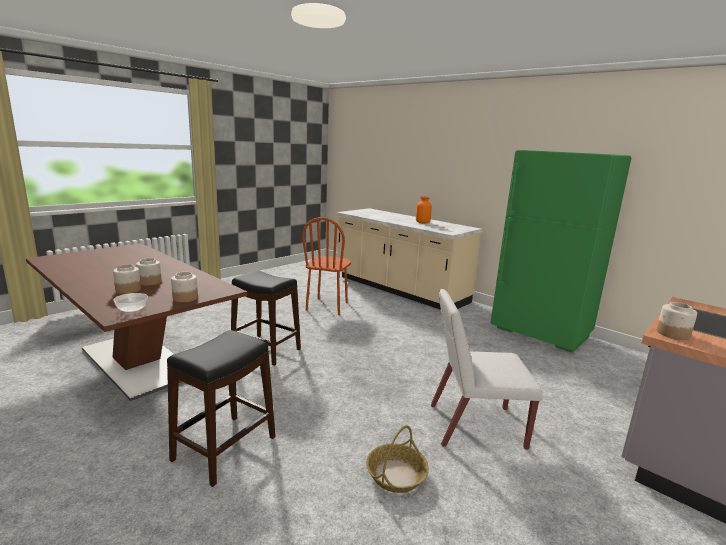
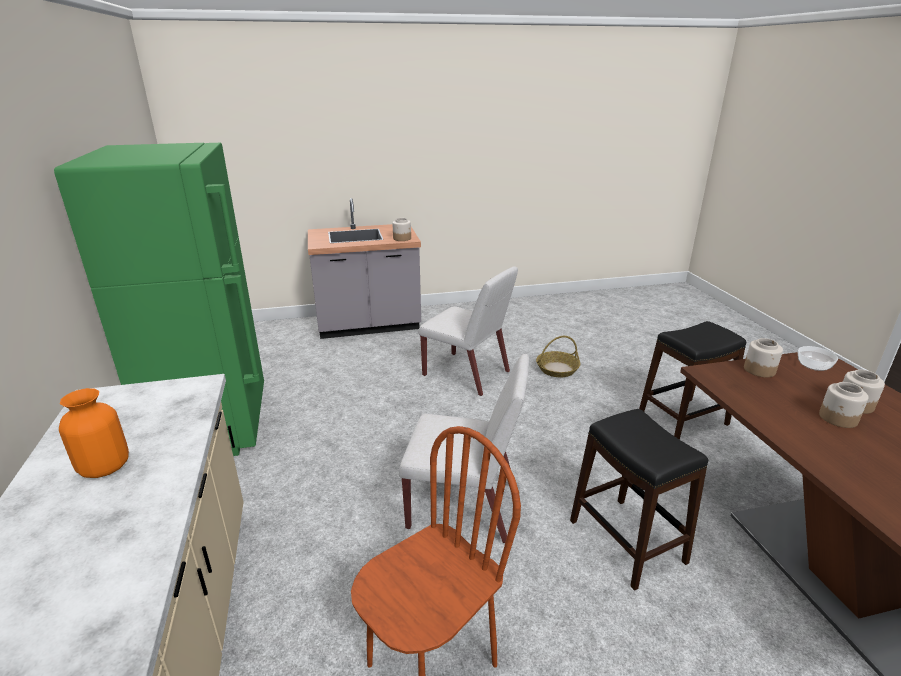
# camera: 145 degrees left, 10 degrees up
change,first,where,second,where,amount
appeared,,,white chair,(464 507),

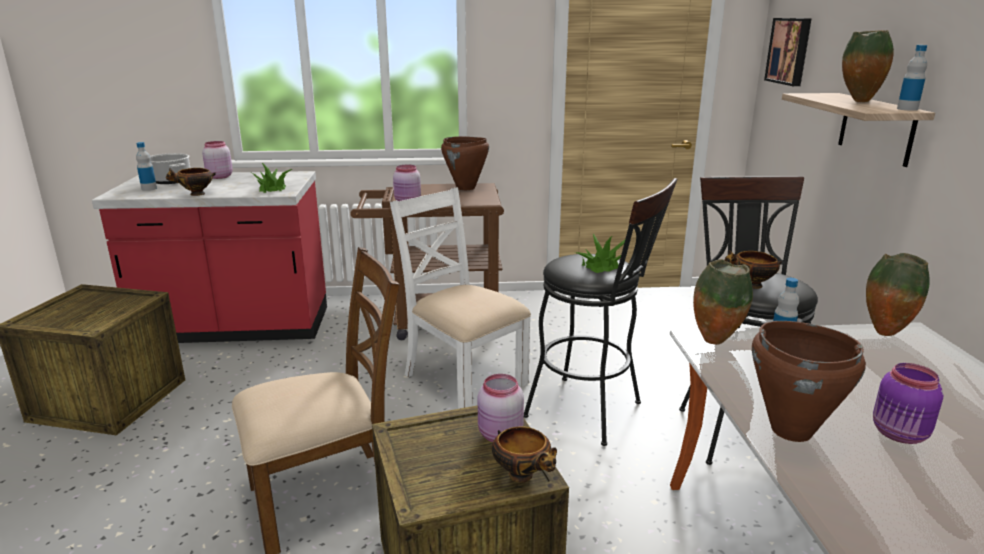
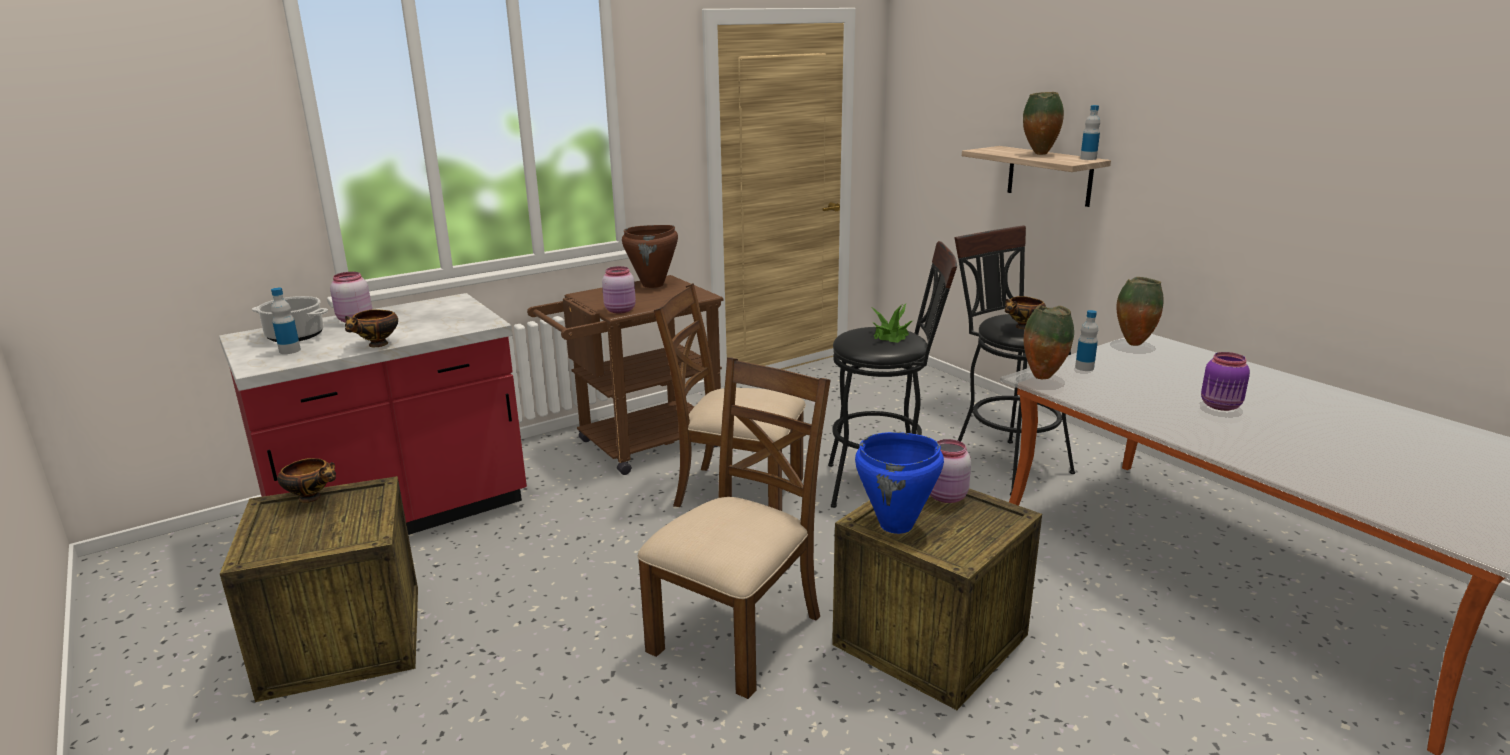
# camera: 30 degrees left, 0 degrees up
change,first,where,second,where,amount
missing,houseplant,(272 188),,,
colour,white chair,(463 379),brown chair,(737 492),
relocated,deep dish,(523 476),,(312 498),
missing,brown stockpot,(790 430),,,
missing,wall art,(790 51),,,
appeared,,,blue stockpot,(896 525),

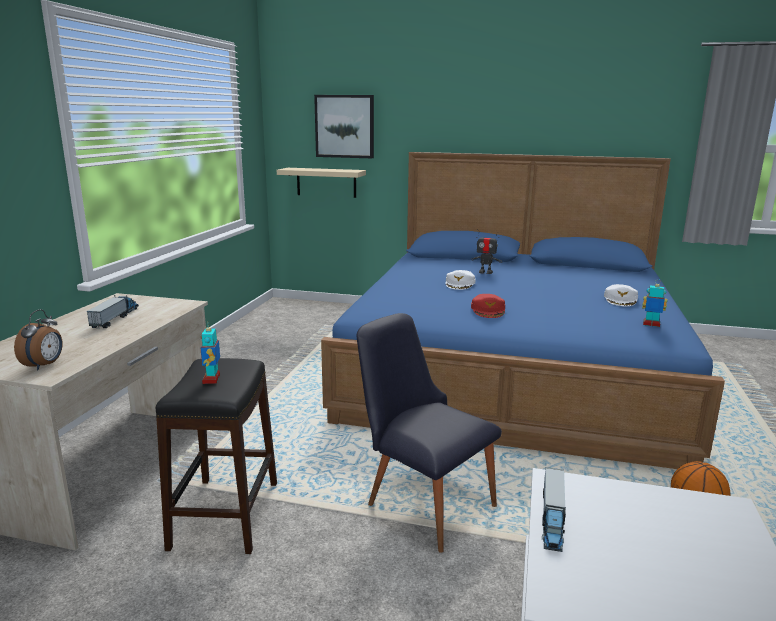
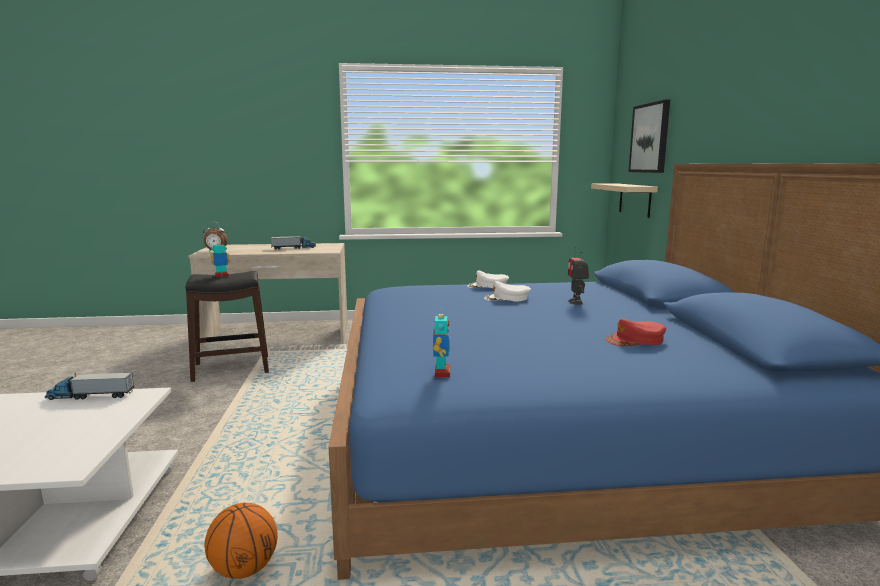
# camera: 70 degrees right, 5 degrees down
change,first,where,second,where,amount
missing,black chair,(422 500),,,
relocated,red-coloured baseball cap,(488 310),,(635 340),
relocated,white baseball cap,(621 300),,(488 286),

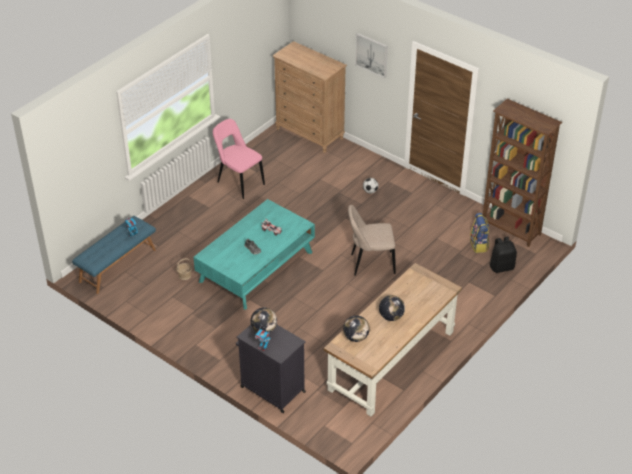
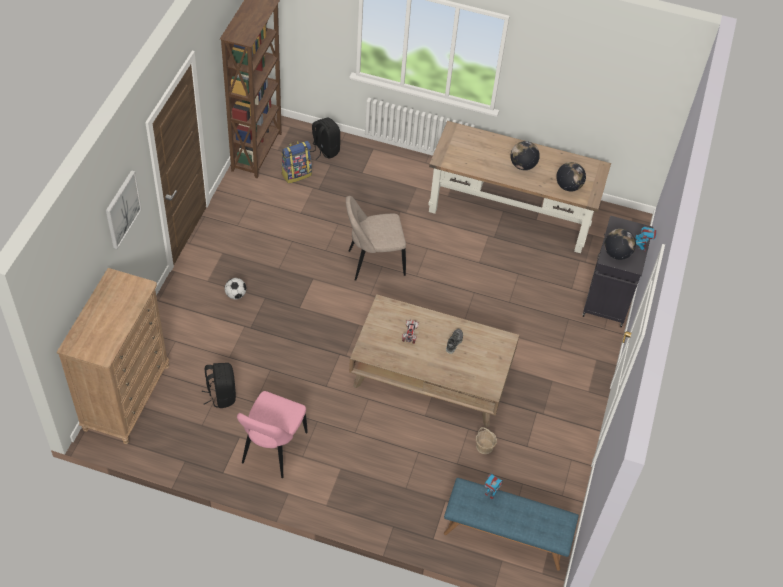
# camera: 115 degrees left, 10 degrees up
change,first,where,second,where,amount
colour,blue-green low table,(256 266),brown low table,(431 374),
spun,beige chair,(370 264),,(373 263),105 degrees clockwise
appeared,,,black knapsack,(221 395),

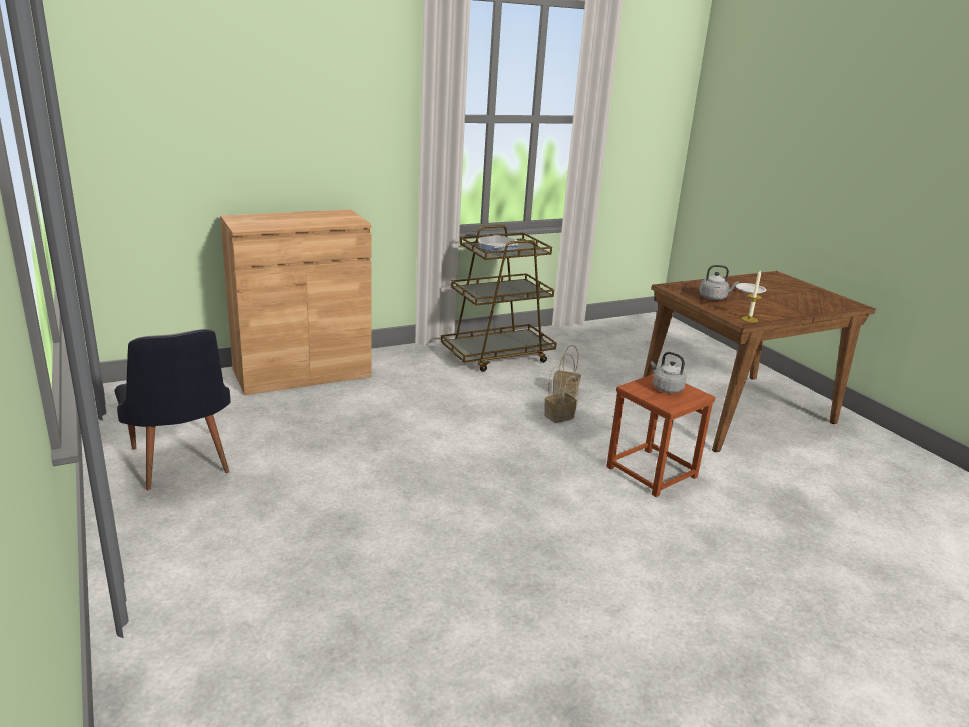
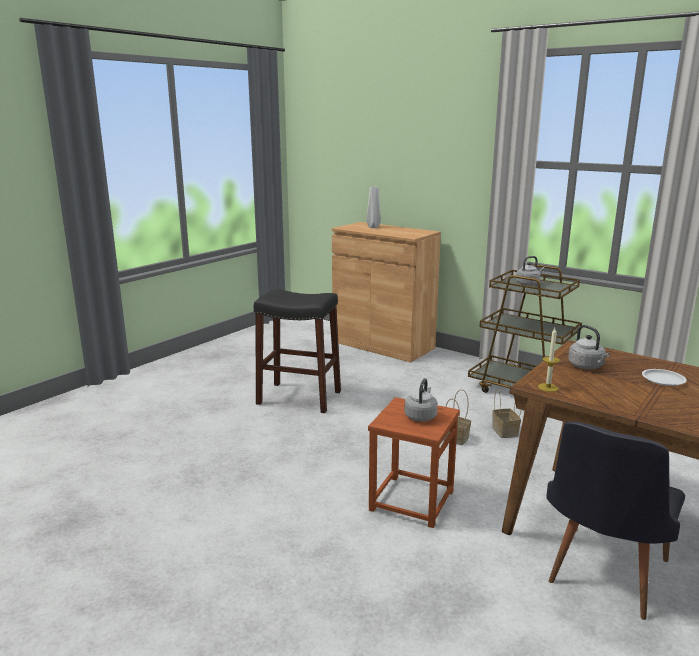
# camera: 65 degrees right, 5 degrees down
change,first,where,second,where,amount
relocated,black chair,(181 466),,(602 577),
exchanged,frying pan,(497 247),greyish water kettle,(528 284),
appeared,,,black stool seat,(299 397),
appeared,,,greyish decorative vase,(373 227),

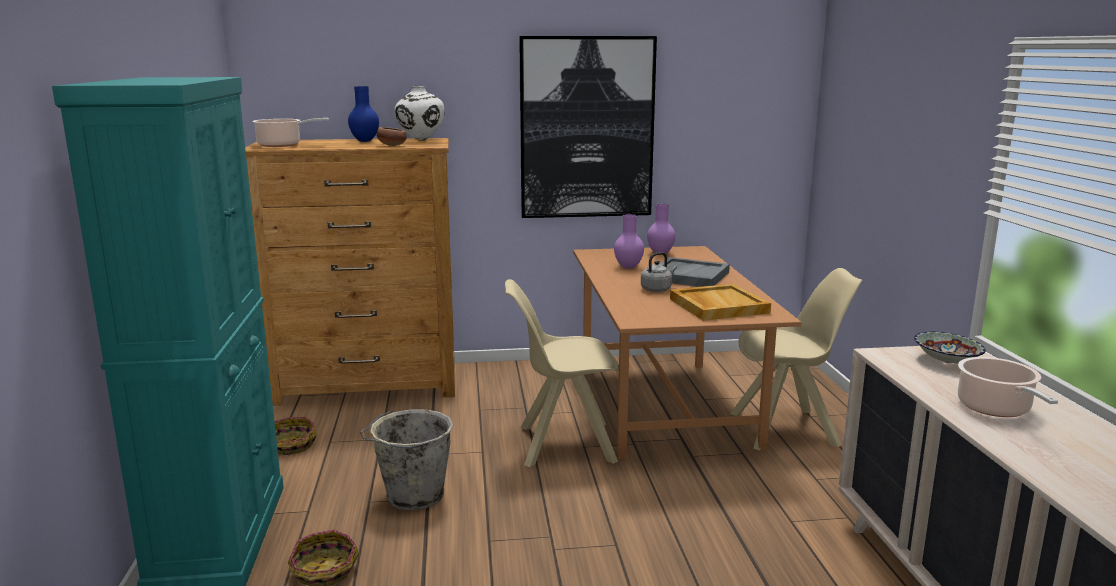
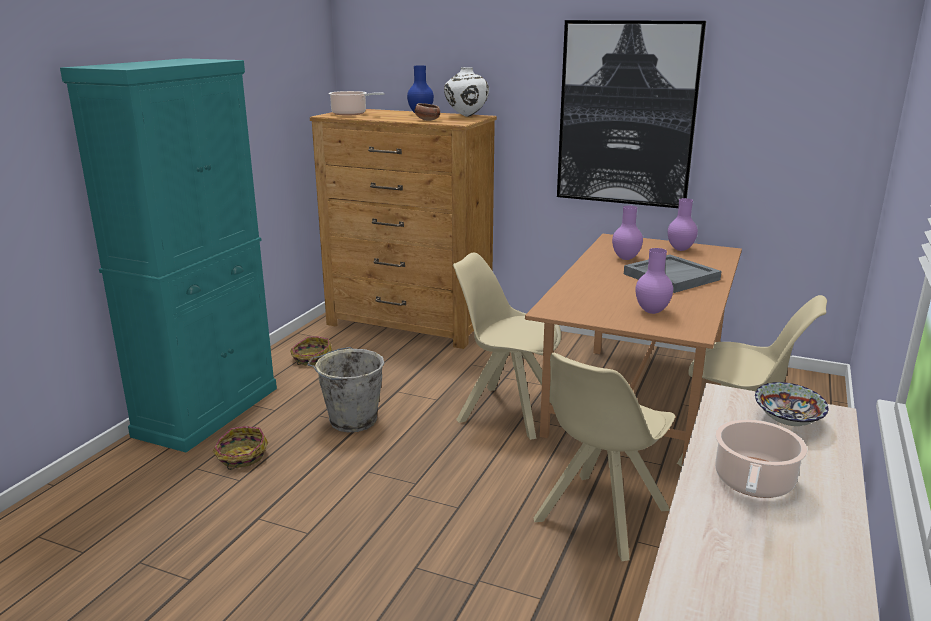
# camera: 30 degrees right, 5 degrees up
change,first,where,second,where,amount
missing,greyish water kettle,(657 289),,,
exchanged,beige carrying tray,(717 305),purple decorative vase,(651 311),
appeared,,,beige chair,(599 517),

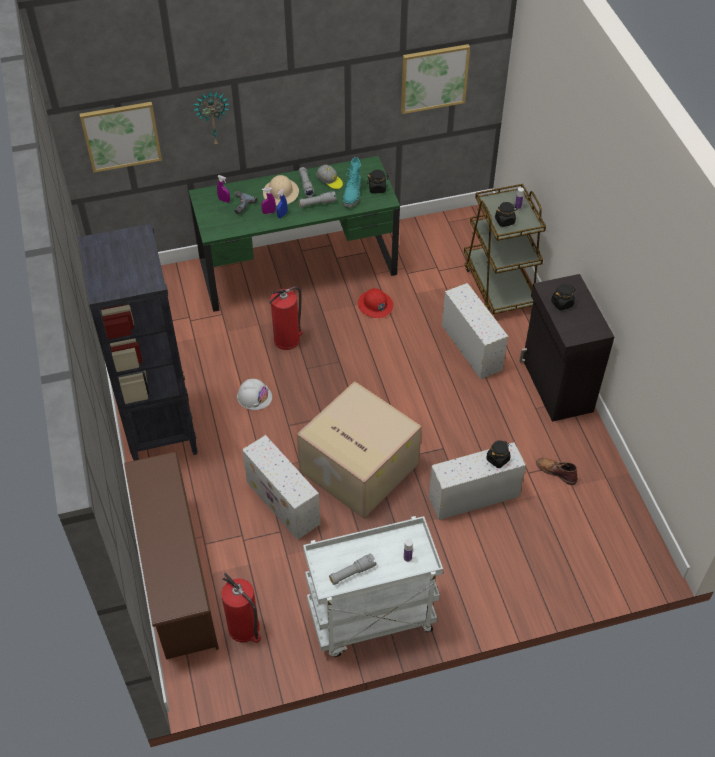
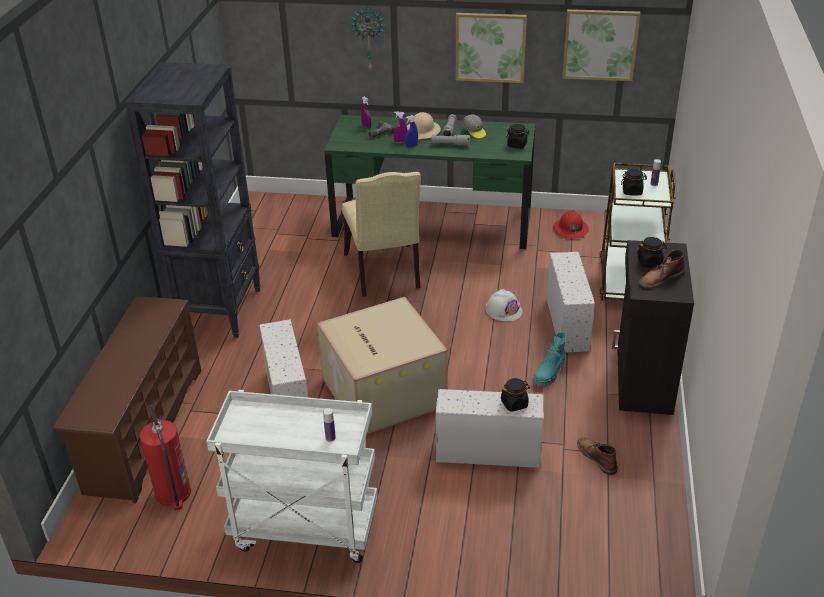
# camera: 25 degrees right, 15 degrees down
change,first,where,second,where,amount
relocated,wall art,(121 136),,(490 47),
relocated,white work helmet,(254 396),,(504 310),
exchanged,fire extinguisher,(287 339),beige chair,(385 273),
missing,greyish torch,(352 573),,,
relocated,blue-green boot,(353 195),,(549 374),
relocated,red-coloured work helmet,(375 305),,(570 229),
appeared,,,brown boot,(660 278),

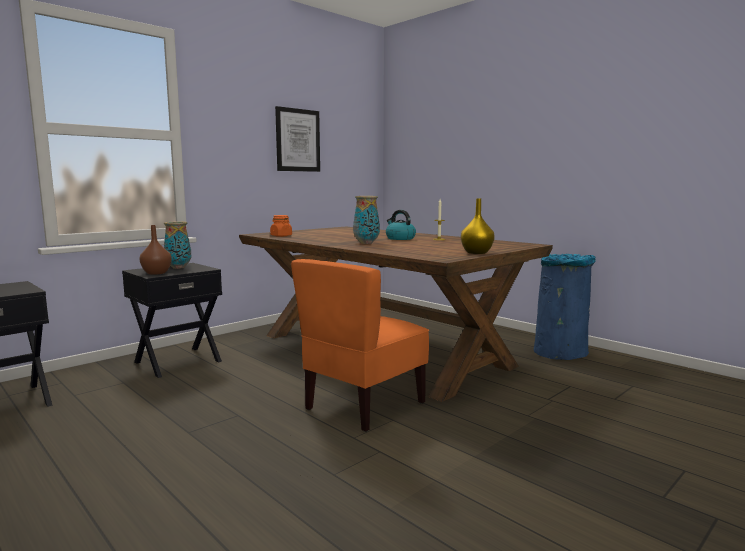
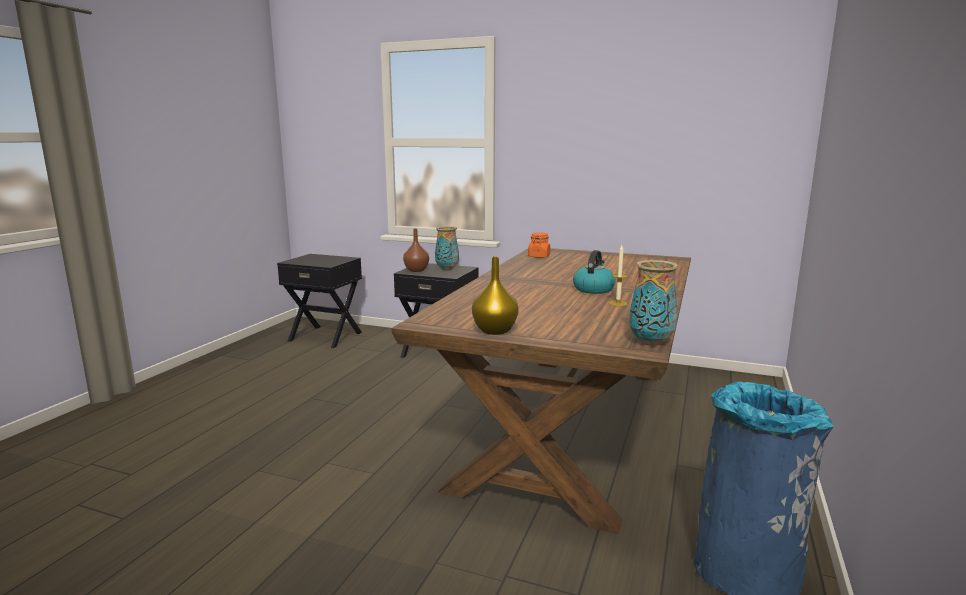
# camera: 65 degrees right, 5 degrees up
change,first,where,second,where,amount
missing,wall art,(298 140),,,
missing,orangey chair,(363 405),,,
relocated,decorative vase,(366 243),,(651 342),

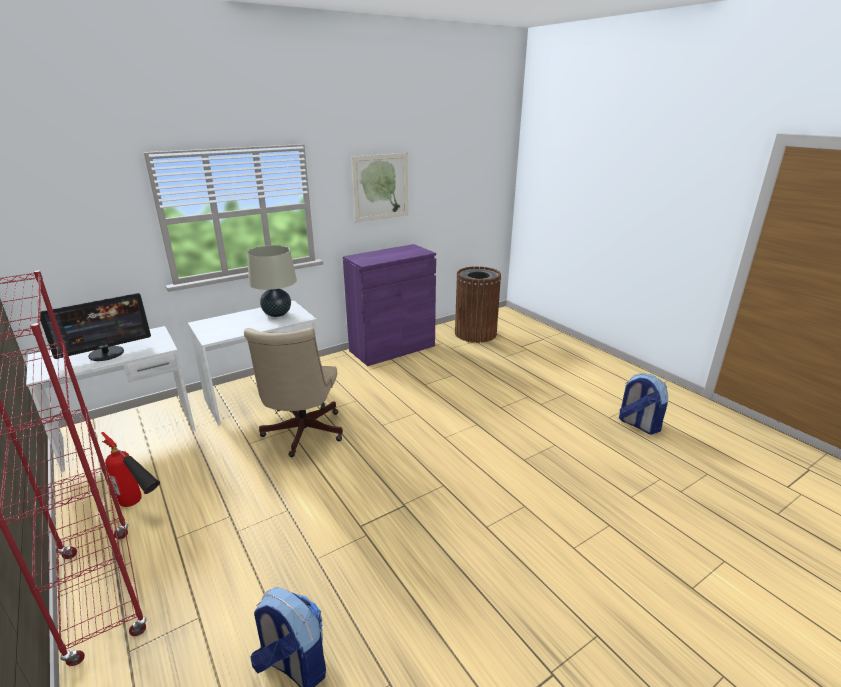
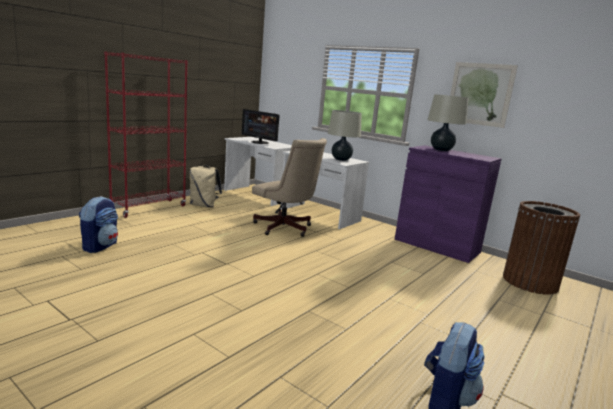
# camera: 70 degrees right, 10 degrees down
change,first,where,second,where,amount
exchanged,fire extinguisher,(141 507),beige knapsack,(204 206),
spun,beige desk chair,(302 435),,(285 229),120 degrees counterclockwise
appeared,,,beige table lamp,(441 150),

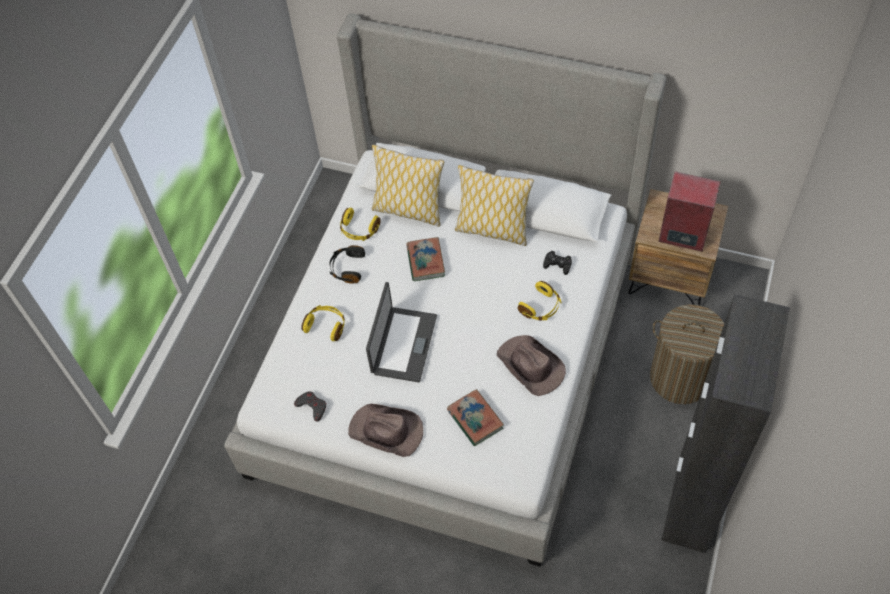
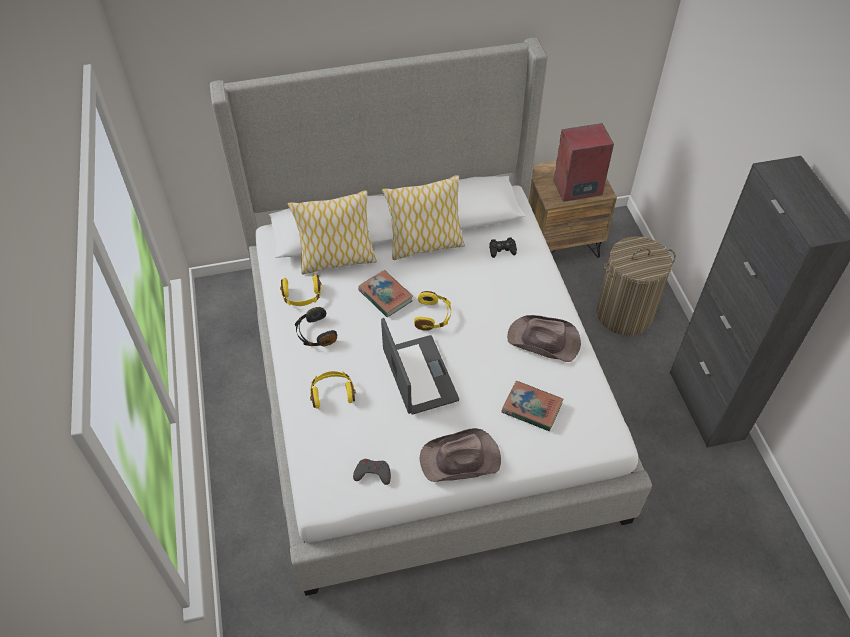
# camera: 35 degrees left, 5 degrees down
change,first,where,second,where,amount
relocated,yellow-coloured headset,(541 307),,(433 316),

